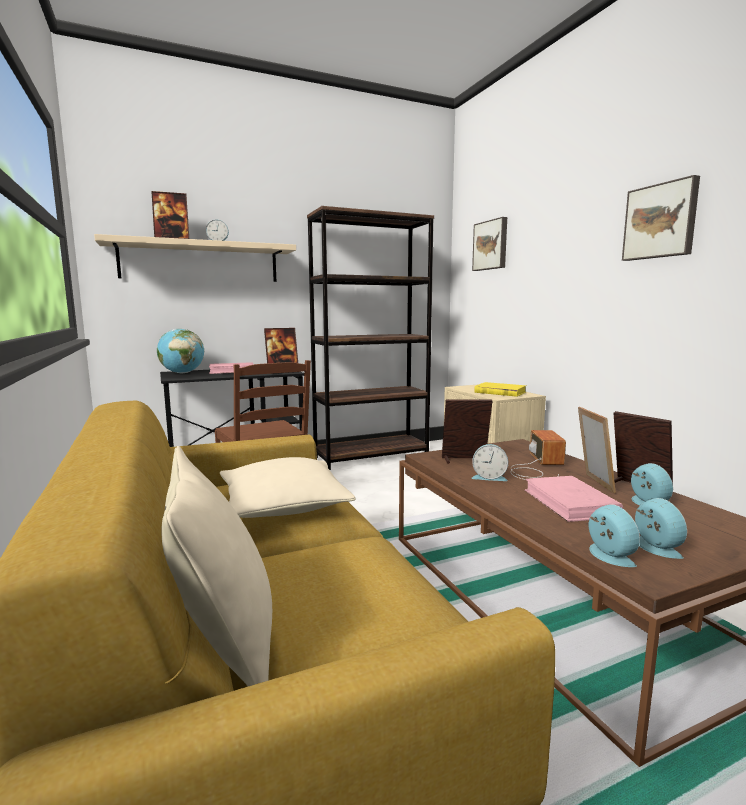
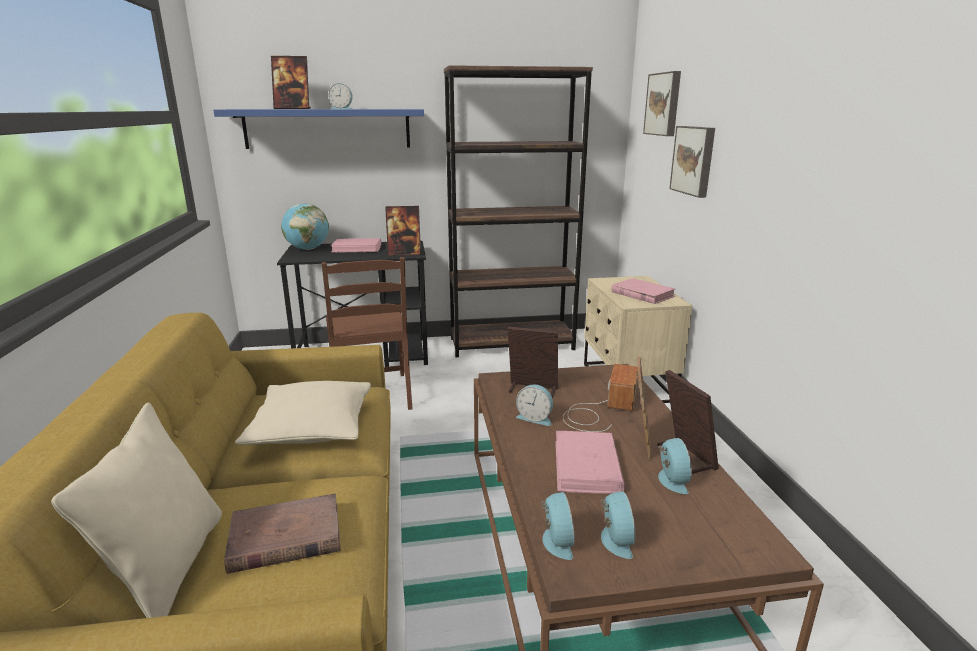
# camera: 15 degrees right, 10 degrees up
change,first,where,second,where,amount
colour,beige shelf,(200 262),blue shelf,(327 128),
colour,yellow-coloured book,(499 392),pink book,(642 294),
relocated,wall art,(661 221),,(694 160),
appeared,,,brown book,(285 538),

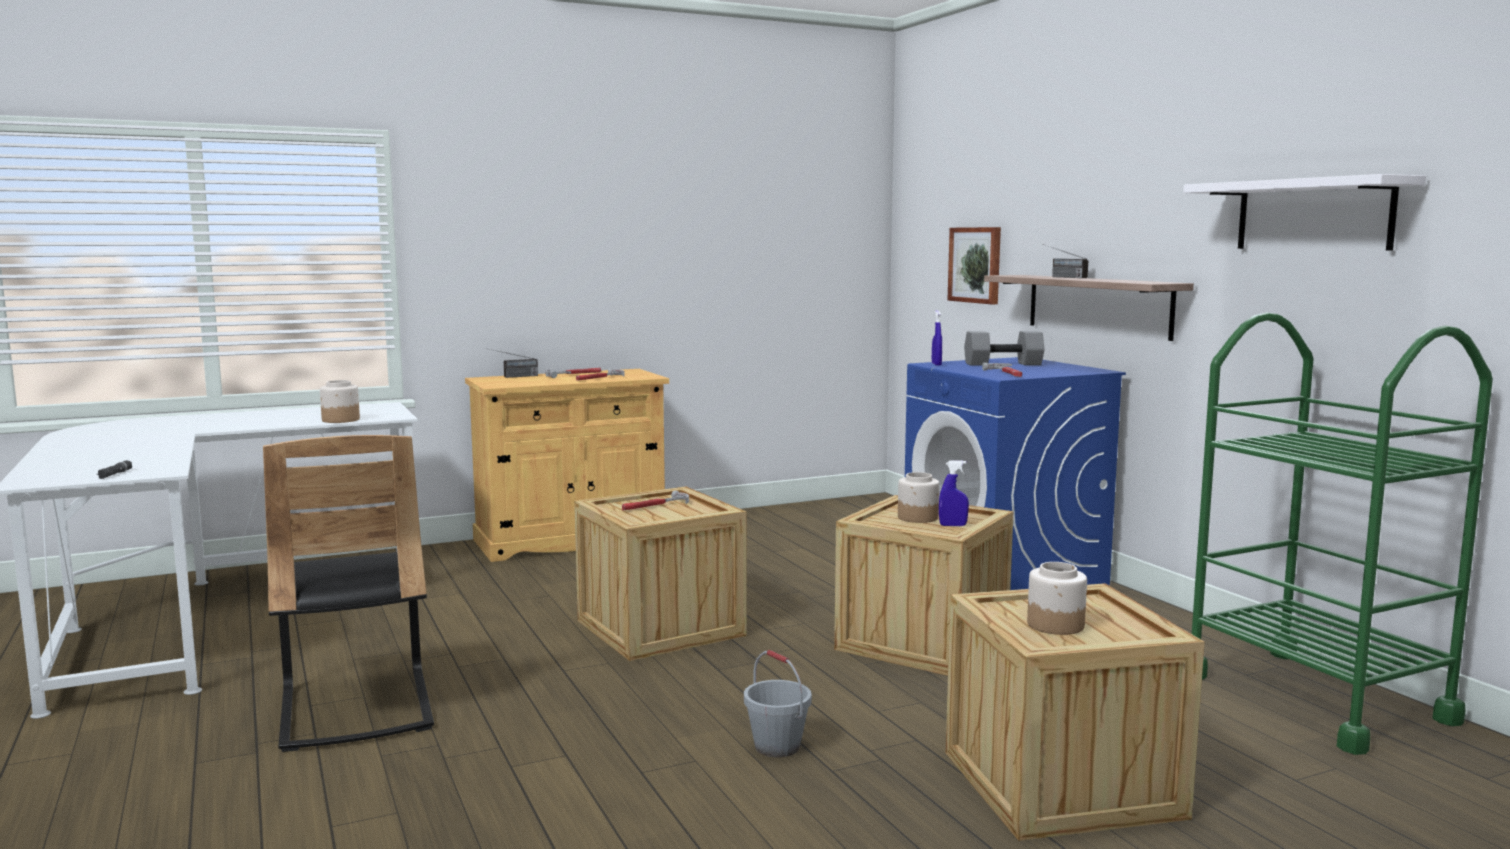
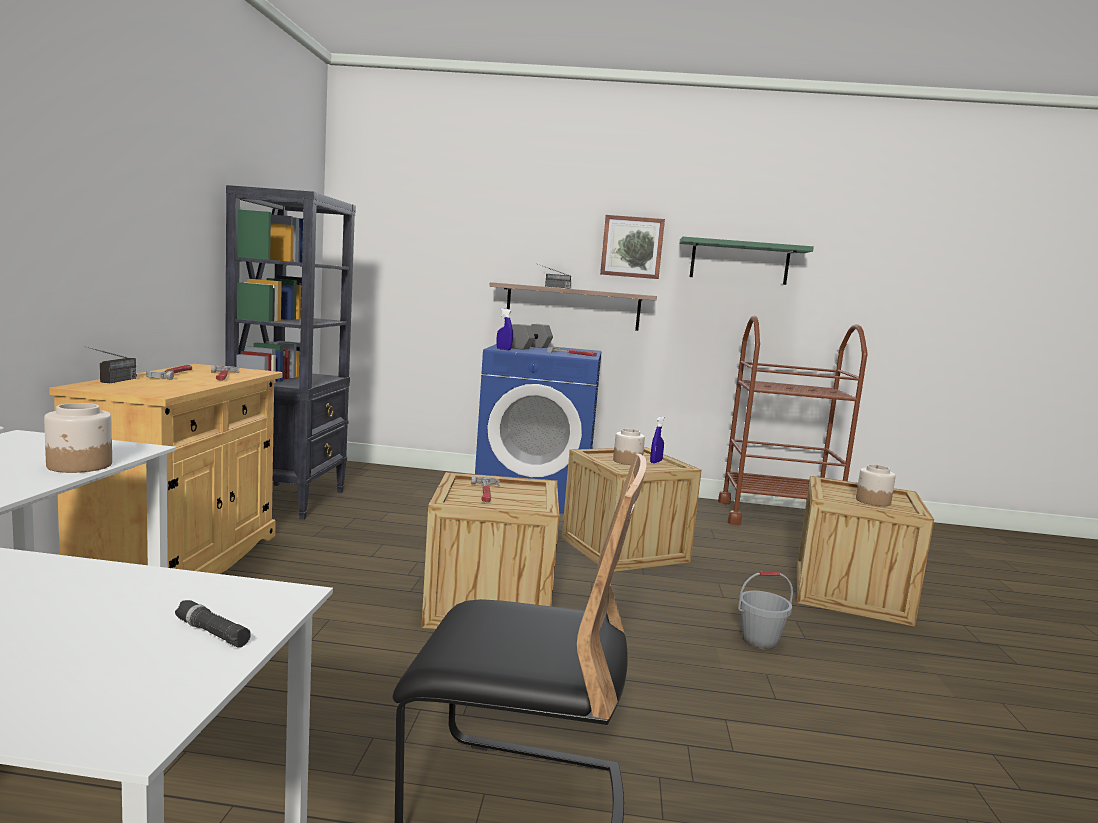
# camera: 60 degrees left, 0 degrees up
change,first,where,second,where,amount
relocated,wall art,(976 265),,(632 247),
colour,white shelf,(1313 215),greenish shelf,(739 262),
colour,greenish cart,(1314 698),brown cart,(777 517),
appeared,,,black bookshelf,(289 500),

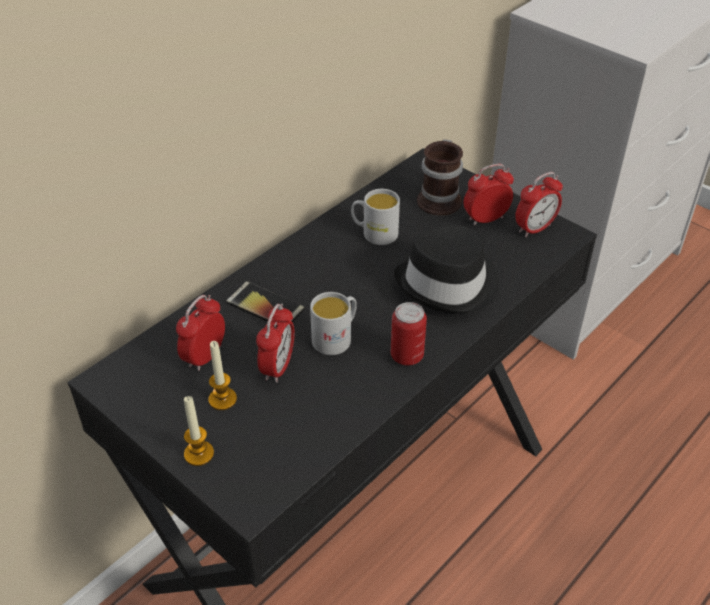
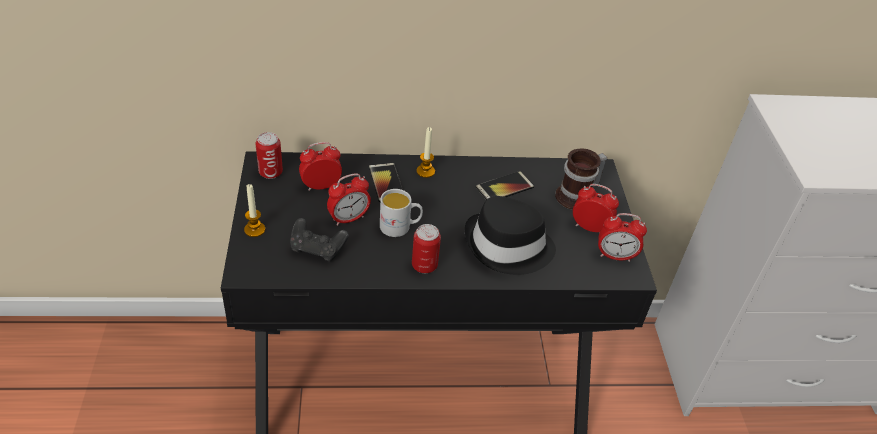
# camera: 40 degrees right, 0 degrees up
change,first,where,second,where,amount
relocated,wax light,(222 399),,(425 171),
exchanged,white coffee mug,(374 233),telephone,(504 187),
appeared,,,metal can,(270 172),
appeared,,,black gamepad,(318 249),

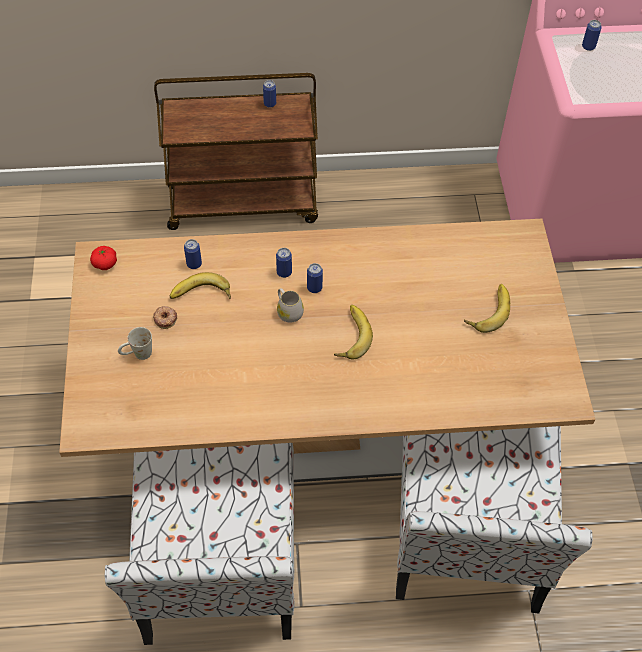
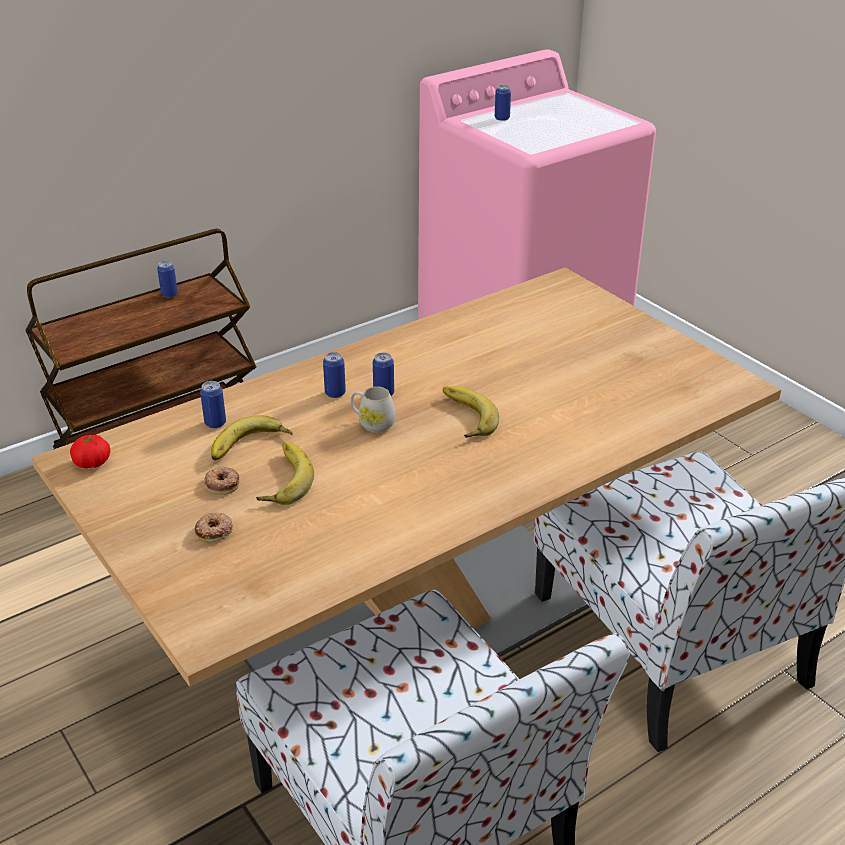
# camera: 30 degrees left, 20 degrees down
change,first,where,second,where,amount
exchanged,white coffee mug,(137 354),doughnut,(214 531),
relocated,banana fruit,(487 310),,(282 479),

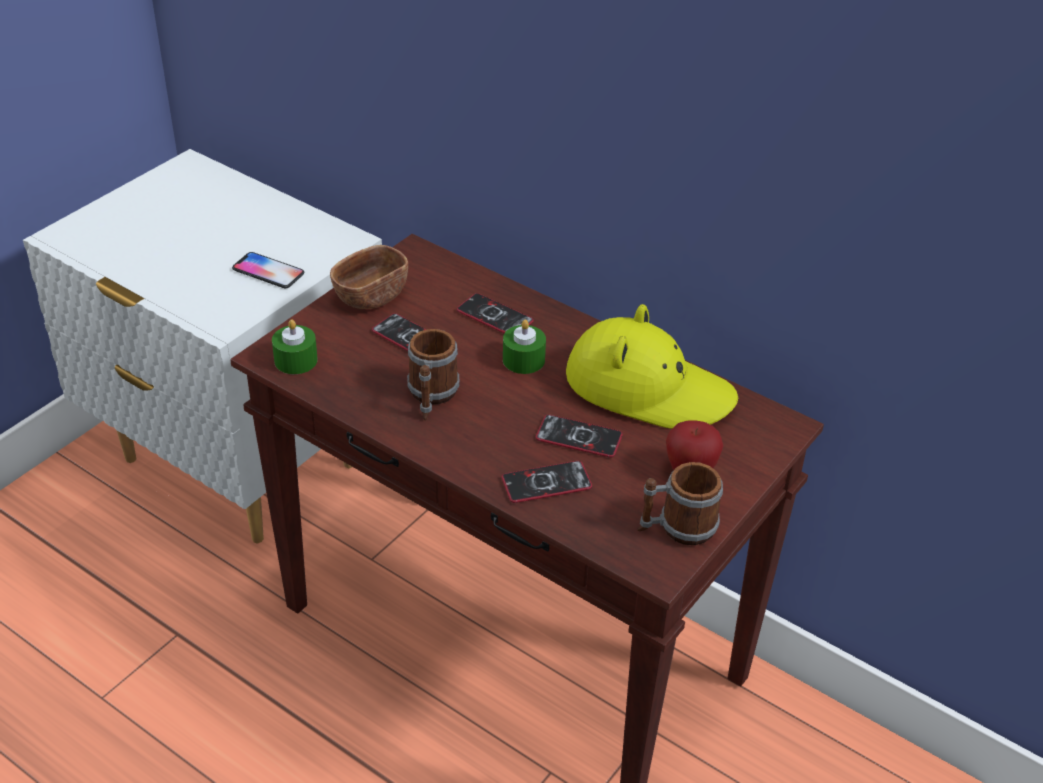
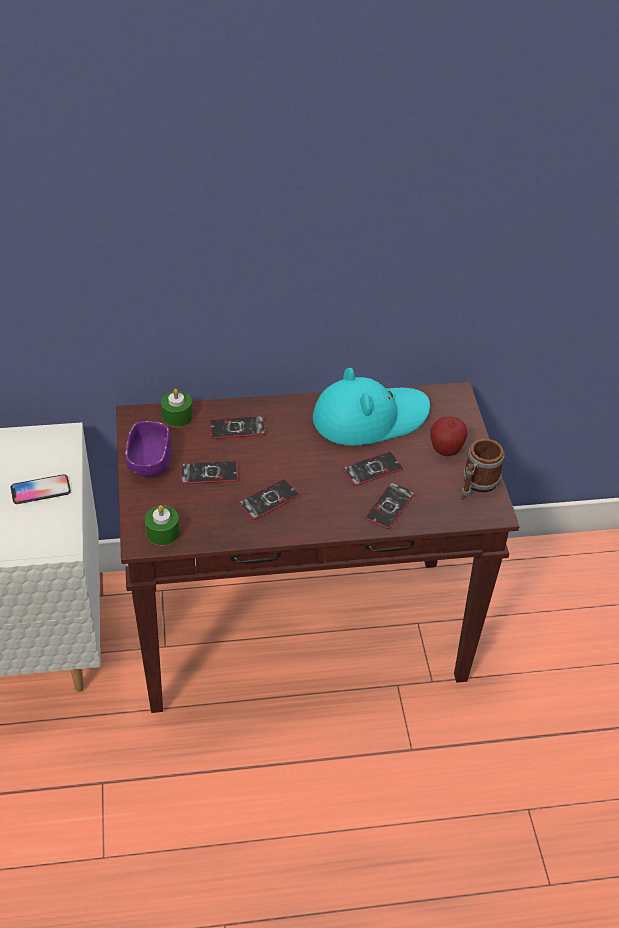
# camera: 45 degrees left, 5 degrees up
change,first,where,second,where,amount
colour,brown deep dish,(371 295),purple deep dish,(149 462),
exchanged,coffee mug,(431 397),telephone,(269 500),
relocated,greenish wax light,(523 360),,(177 416),
colour,yellow-coloured wearable hat,(648 388),blue-green wearable hat,(369 417),

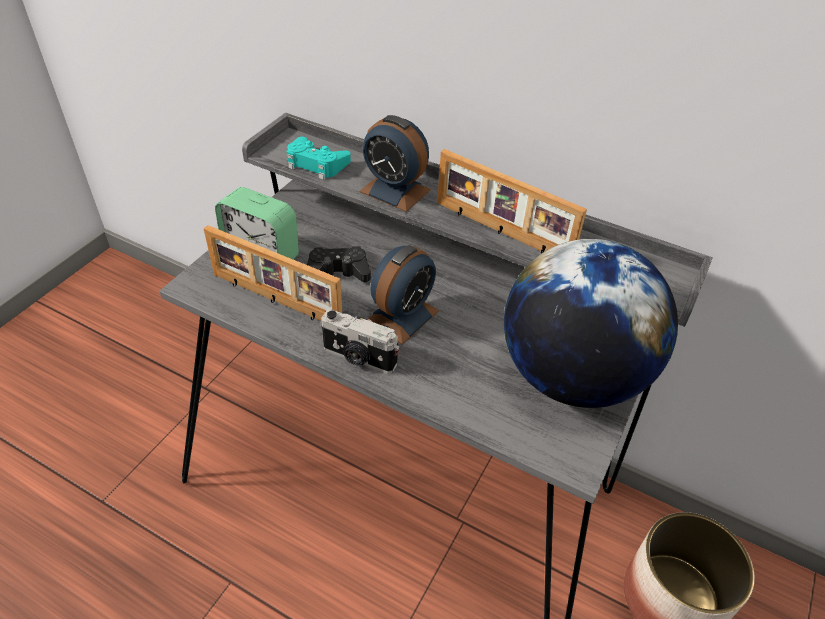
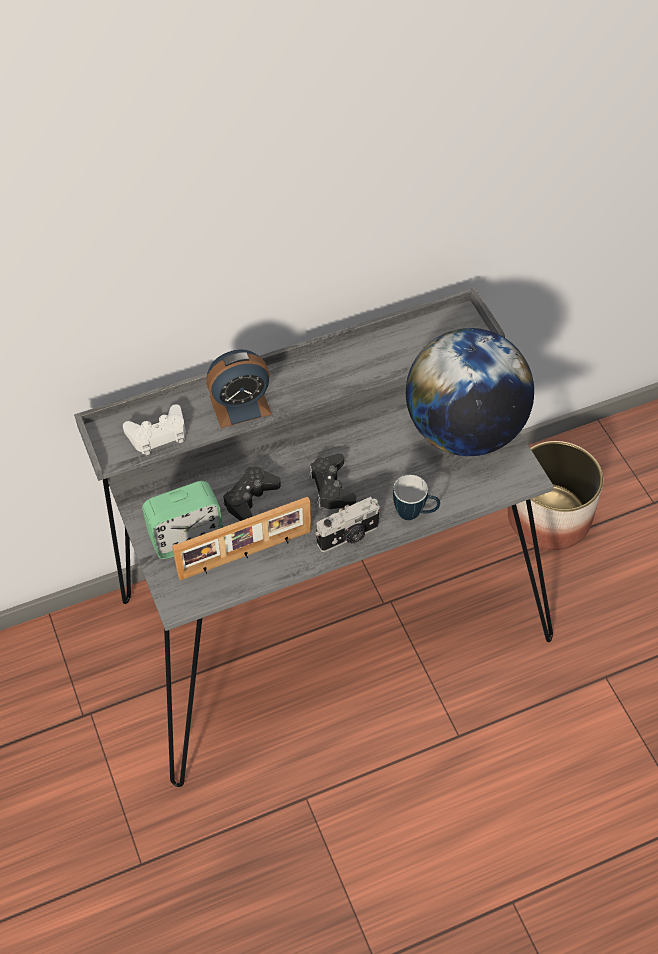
# camera: 50 degrees left, 10 degrees up
change,first,where,second,where,amount
colour,blue-green gamepad,(316 164),white gamepad,(158 434),
exchanged,table clock,(402 316),black gamepad,(331 487),
missing,standing frame,(501 232),,,
appeared,,,coffee mug,(415 514),

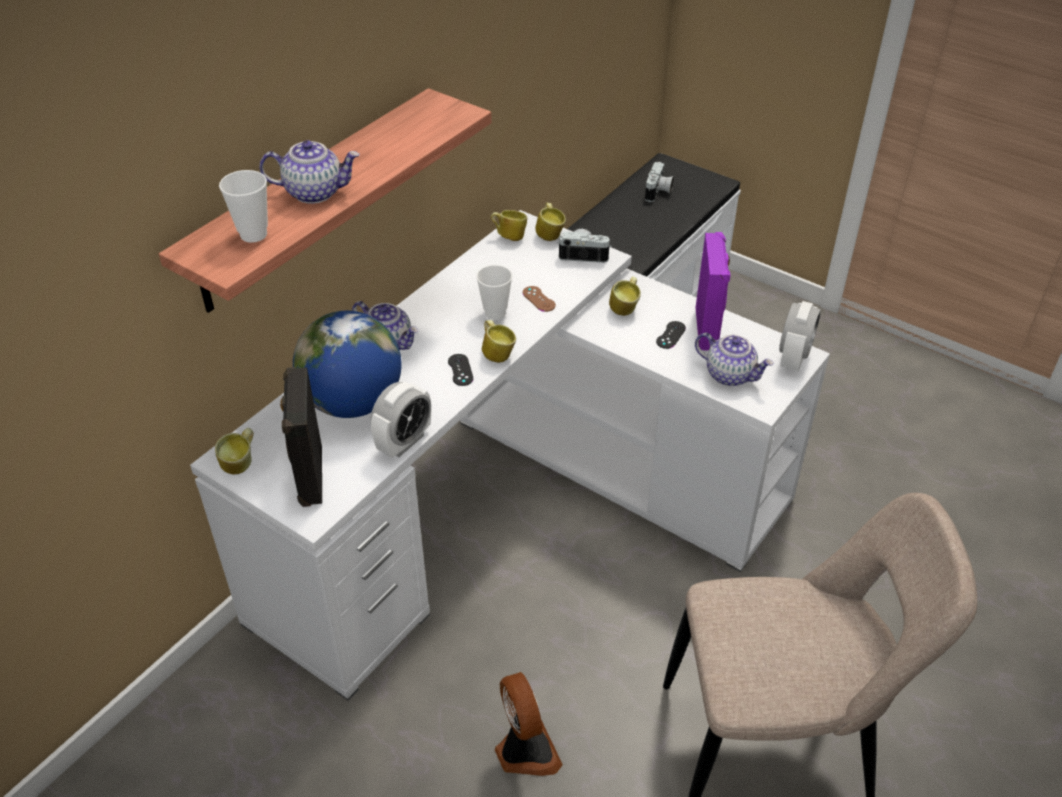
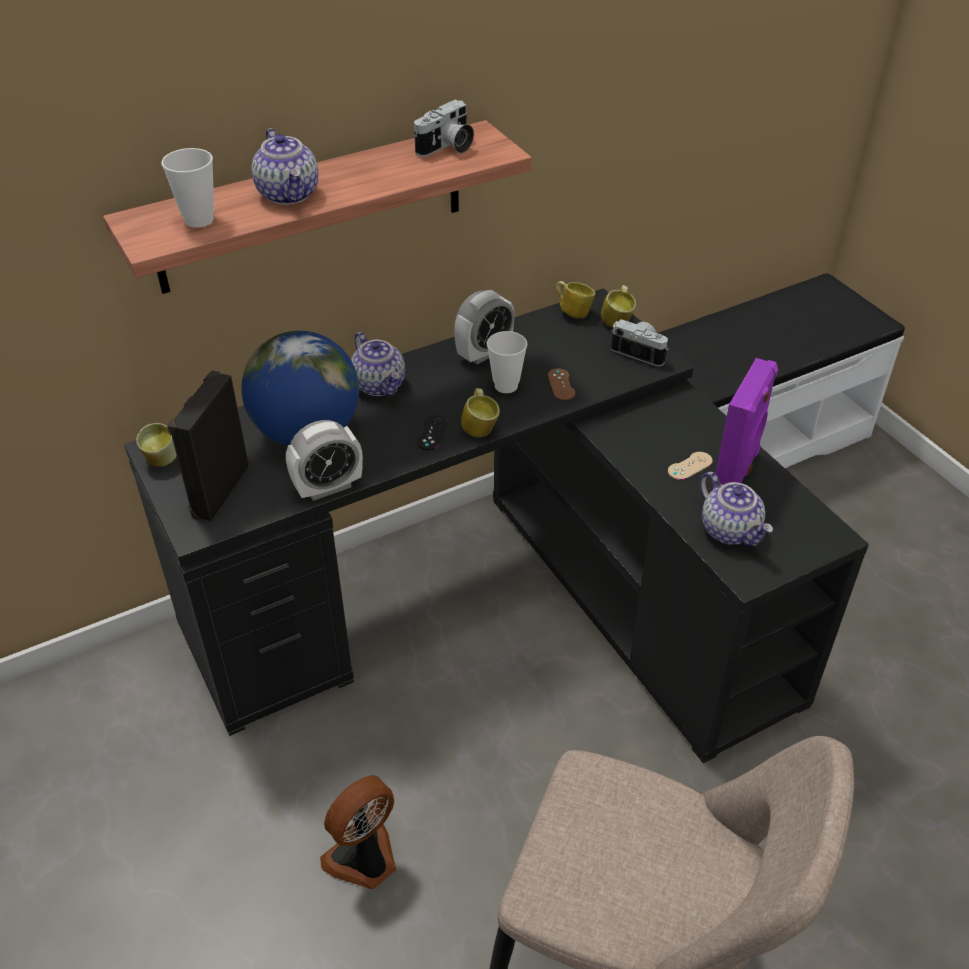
# camera: 25 degrees right, 0 degrees up
change,first,where,second,where,amount
colour,white desk,(516 504),black desk,(502 602),
spun,tea pot,(315 192),,(289 194),45 degrees clockwise
spun,fan,(525 751),,(364 859),135 degrees counterclockwise
missing,coffee mug,(625 308),,,
relocated,photo camera,(658 192),,(447 148),
colour,black gamepad,(671 335),beige gamepad,(690 466),
relocated,table clock,(793 358),,(484 353),

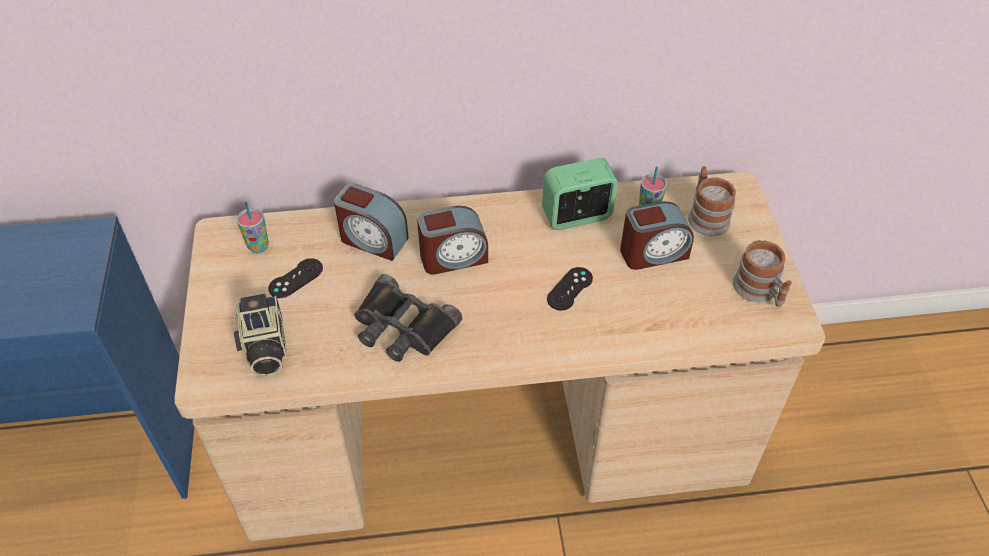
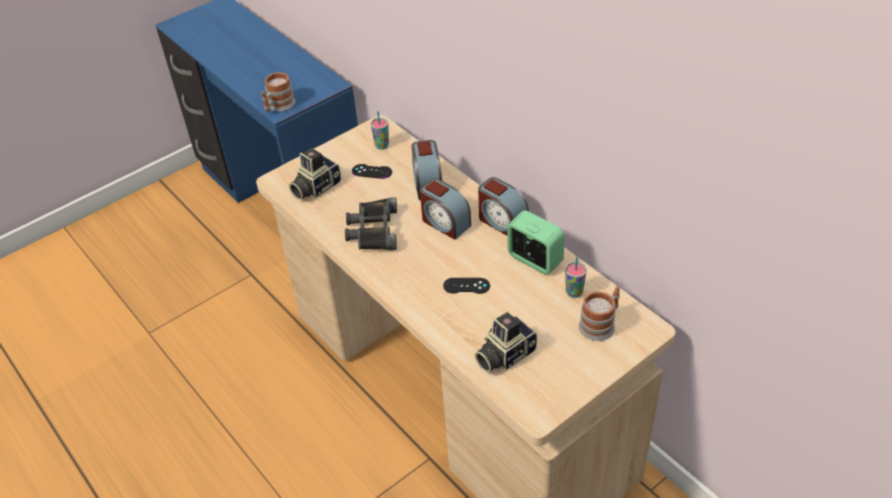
# camera: 60 degrees right, 5 degrees down
change,first,where,second,where,amount
relocated,table clock,(653 253),,(502 222),
relocated,coffee mug,(760 292),,(278 106),
appeared,,,photo camera,(504 355),

